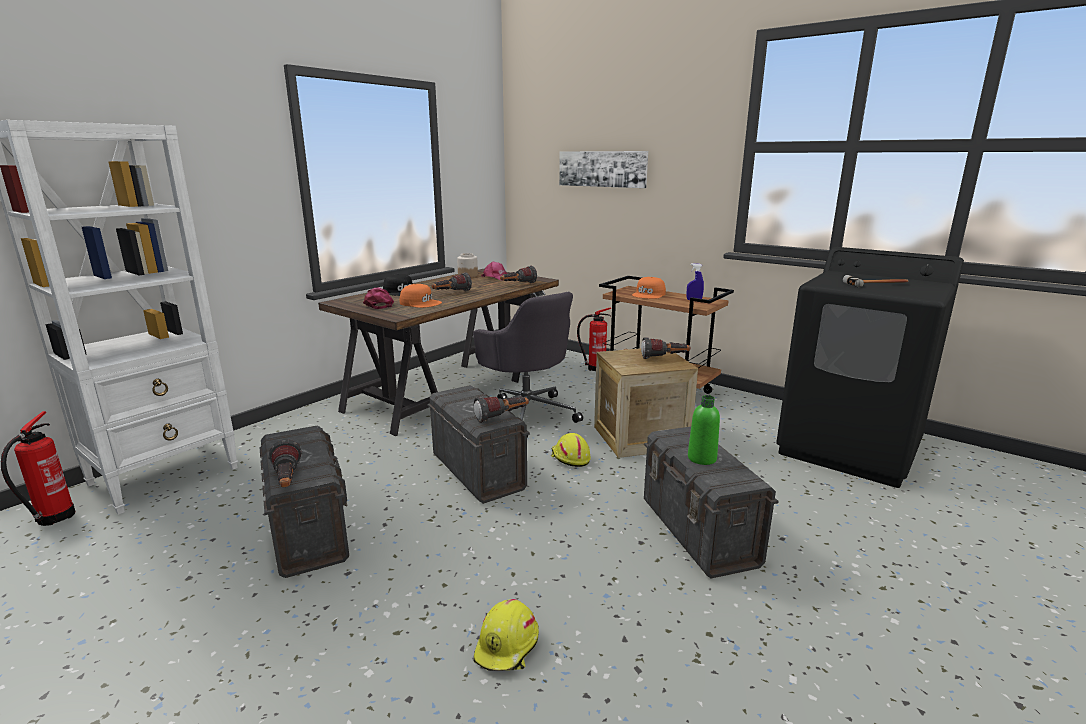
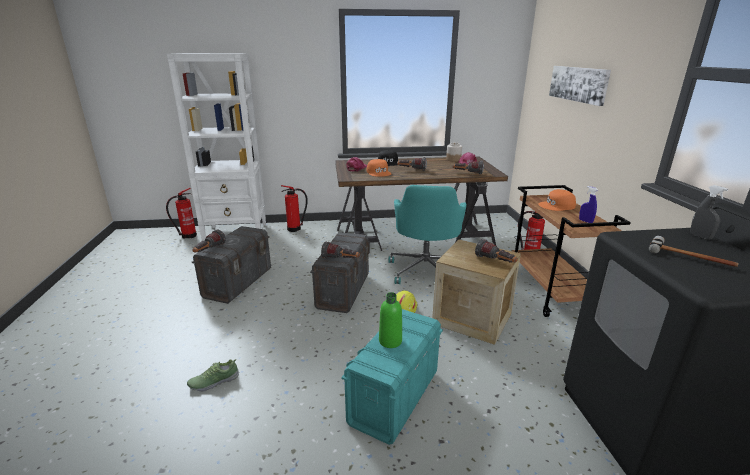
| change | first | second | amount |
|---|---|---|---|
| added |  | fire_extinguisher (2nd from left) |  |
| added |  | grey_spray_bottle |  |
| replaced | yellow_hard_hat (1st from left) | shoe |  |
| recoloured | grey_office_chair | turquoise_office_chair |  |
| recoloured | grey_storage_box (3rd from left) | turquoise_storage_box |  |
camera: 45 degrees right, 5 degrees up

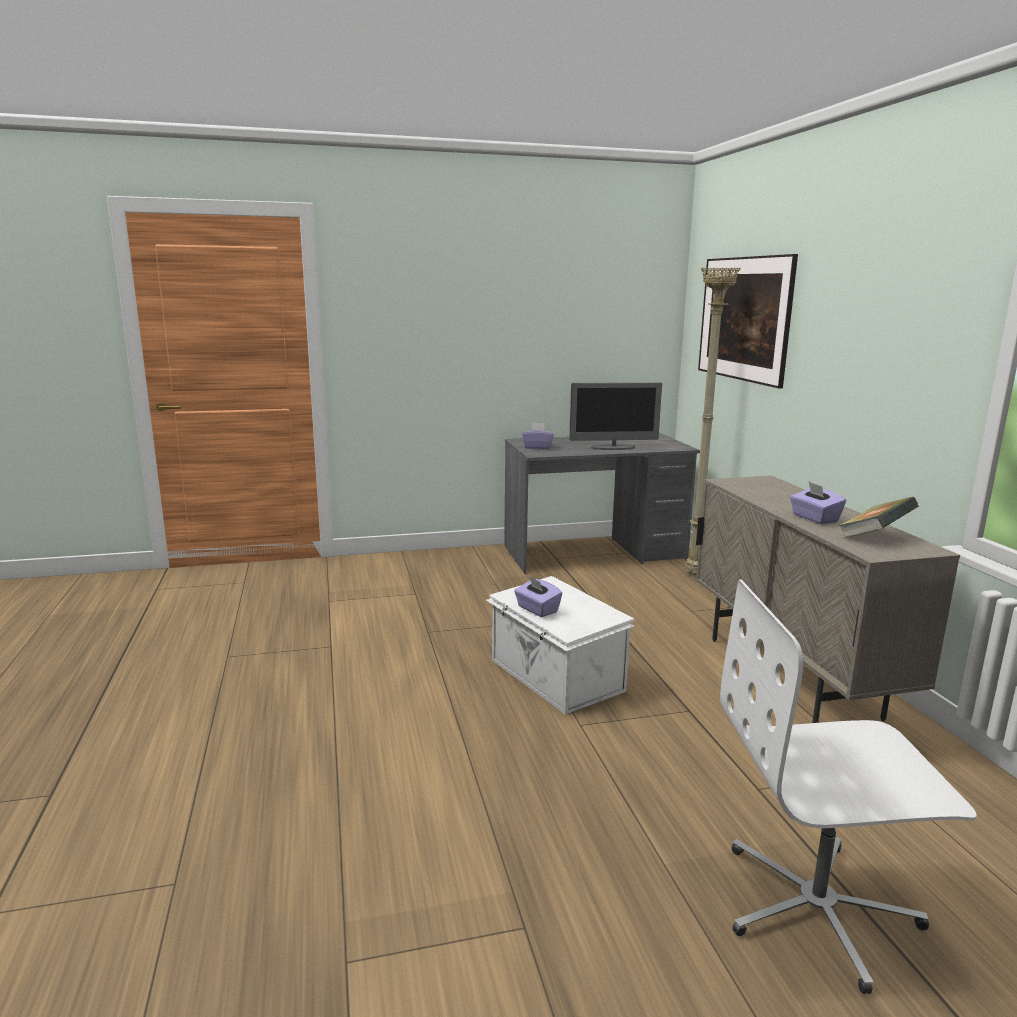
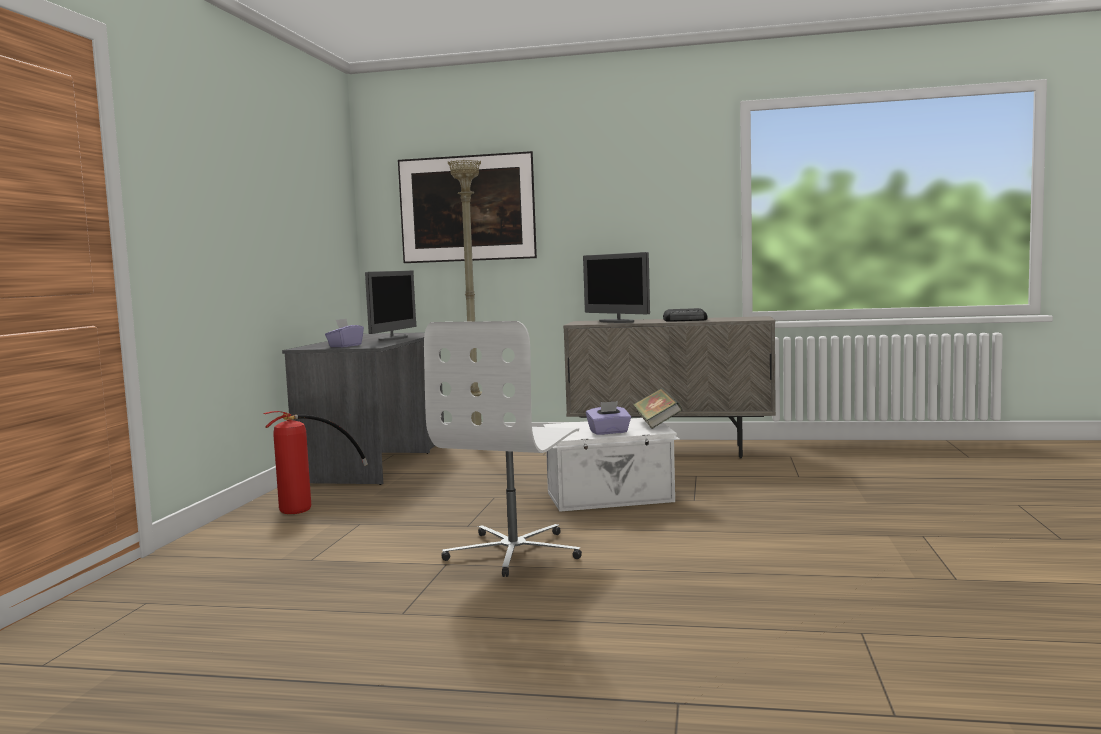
| change | first | second | amount |
|---|---|---|---|
| added |  | fire_extinguisher |  |
| added |  | monitor (2nd from left) |  |
| moved | white_office_chair |  |  |
| moved | book |  |  |
| replaced | purple_tissue_box (3rd from left) | radio |  |
camera: 65 degrees left, 10 degrees down

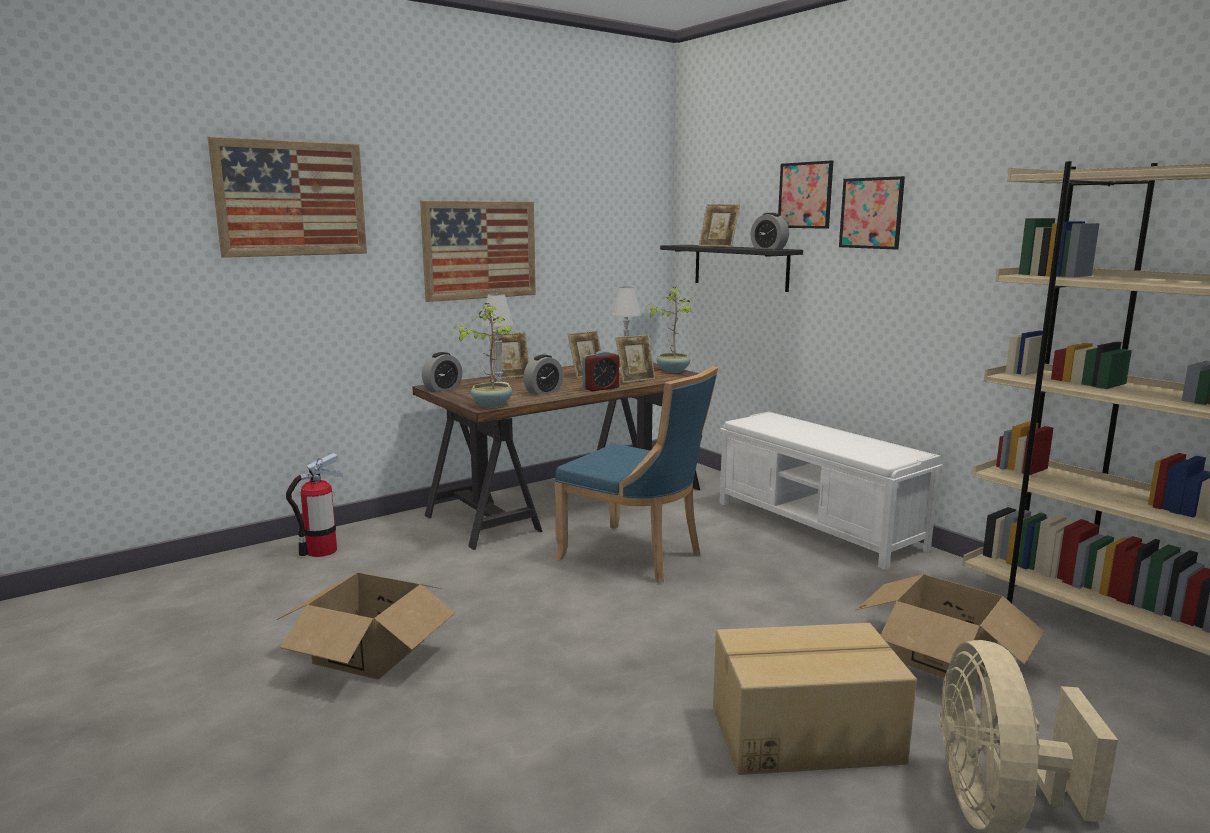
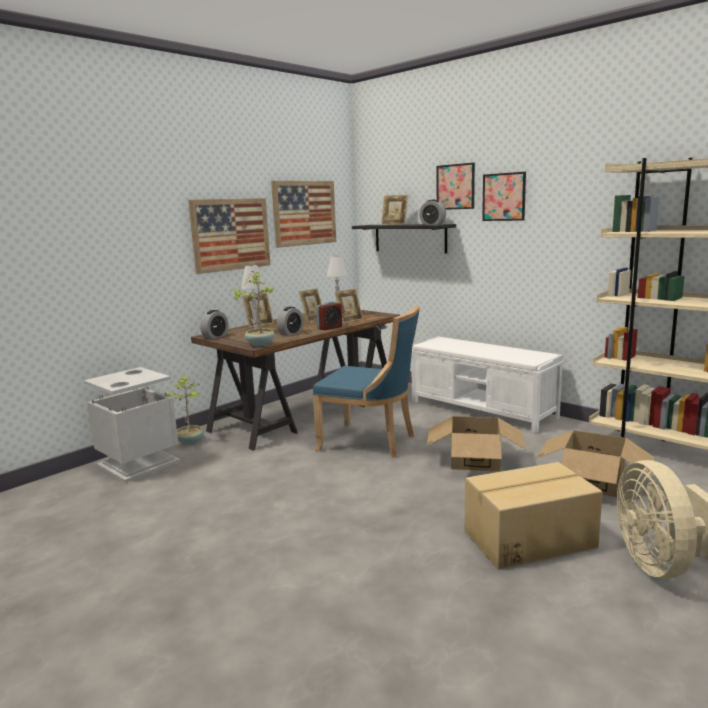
| change | first | second | amount |
|---|---|---|---|
| moved | picture (1st from left in the first image) | picture (2nd from left) |  |
| moved | cardboard_box (1st from left) |  |  |
| moved | potted_plant (2nd from left in the first image) | potted_plant (1st from left) |  |
| replaced | fire_extinguisher | grey_trash_can |  |
camera: 10 degrees left, 0 degrees up

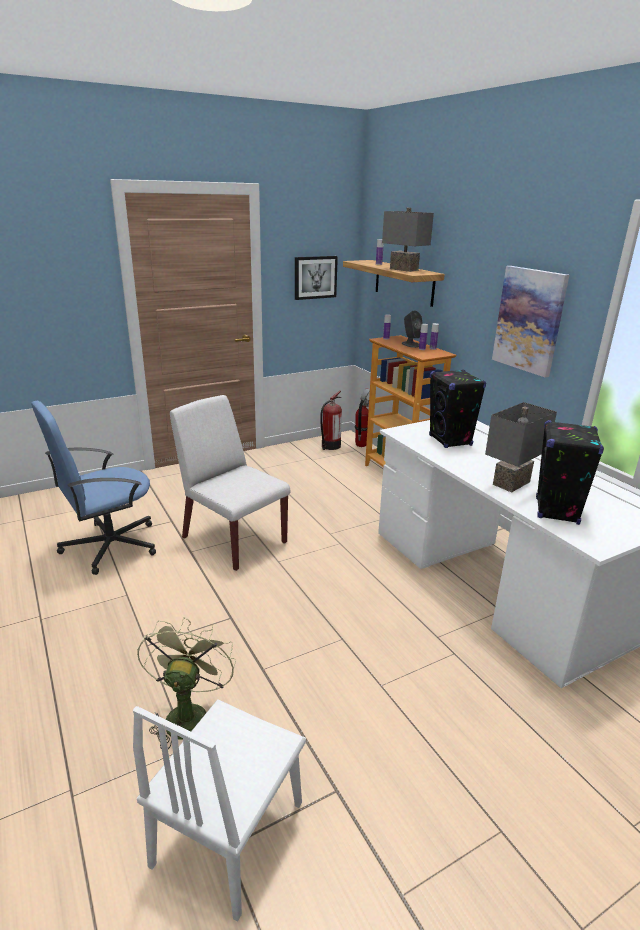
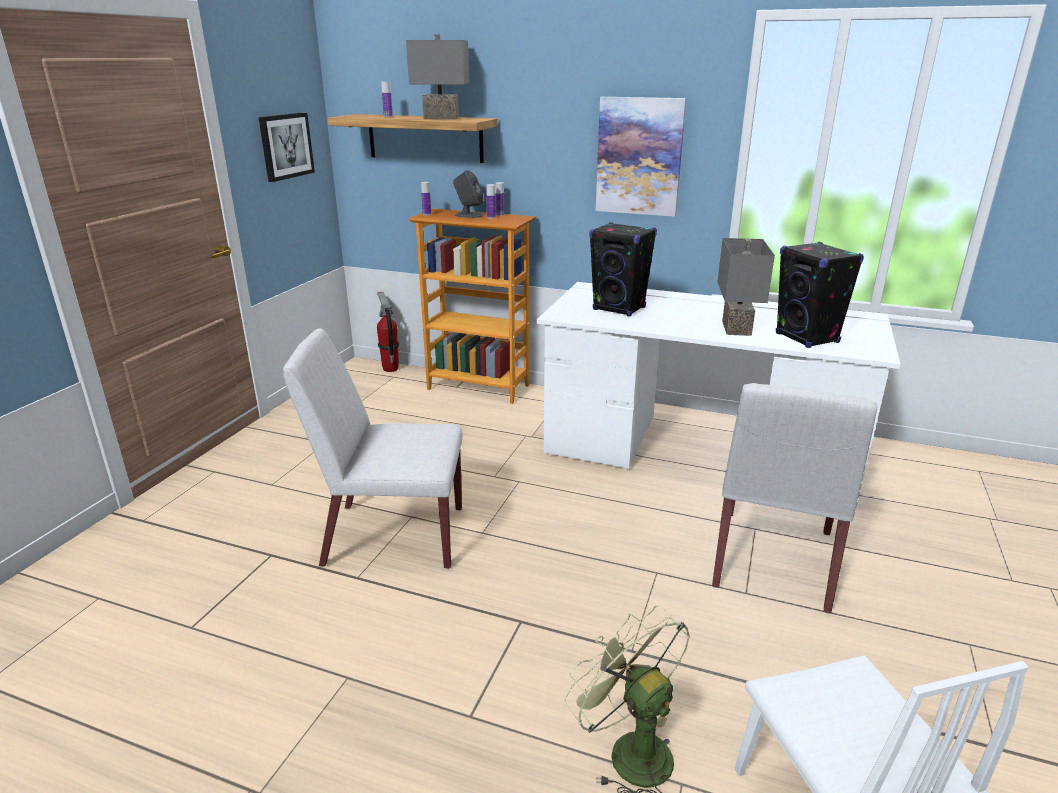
| change | first | second | amount |
|---|---|---|---|
| removed | blue_office_chair |  |  |
| removed | fire_extinguisher (1st from left) |  |  |
| added |  | white_chair (2nd from left) |  |
camera: 40 degrees left, 0 degrees up

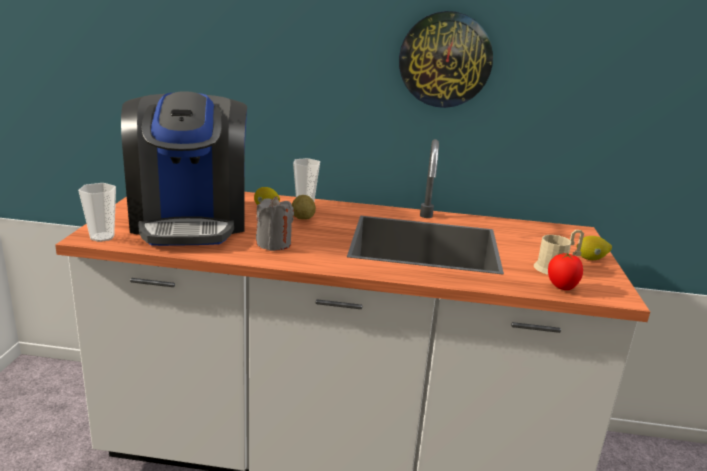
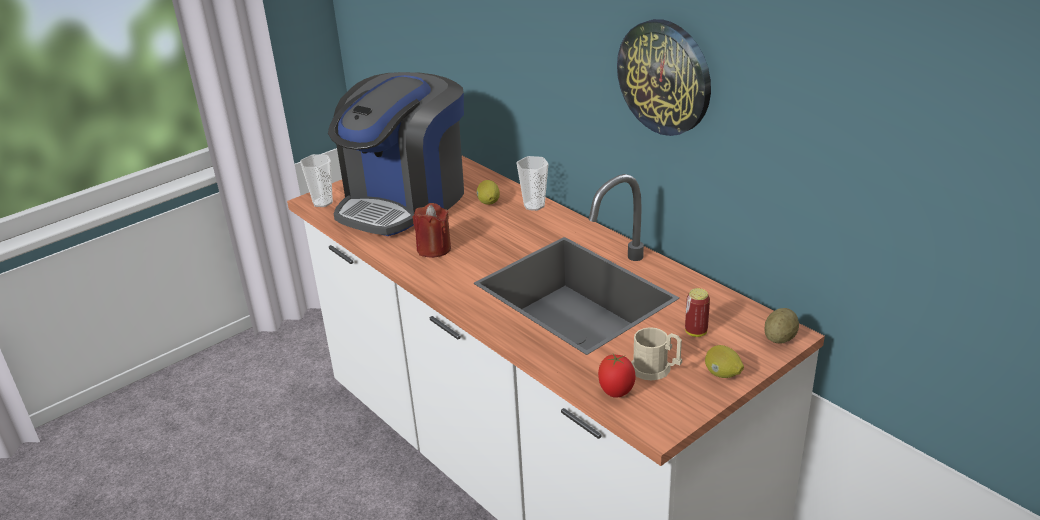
| change | first | second | amount |
|---|---|---|---|
| added |  | can |  |
| moved | potato |  |  |
| recoloured | grey_candle | red_candle |  |
camera: 45 degrees right, 10 degrees up

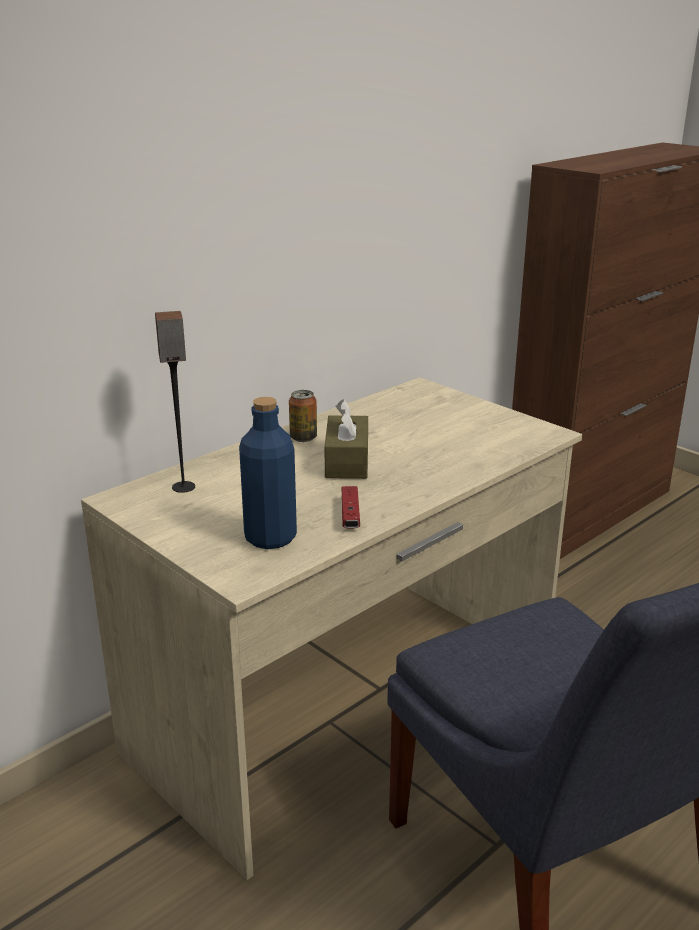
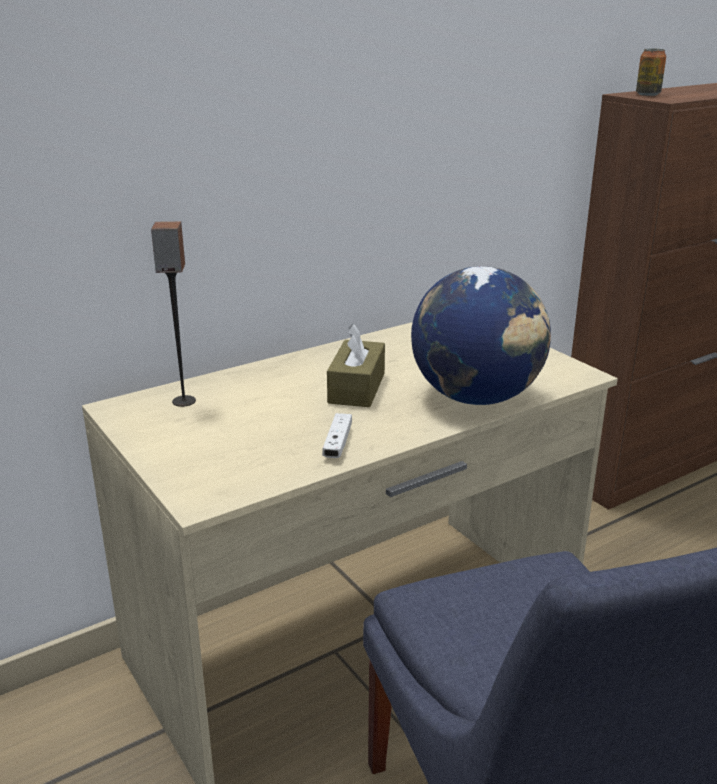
| change | first | second | amount |
|---|---|---|---|
| removed | blue_bottle |  |  |
| added |  | globe |  |
| moved | can |  |  |
| recoloured | red_game_controller | white_game_controller |  |
camera: 10 degrees right, 0 degrees up

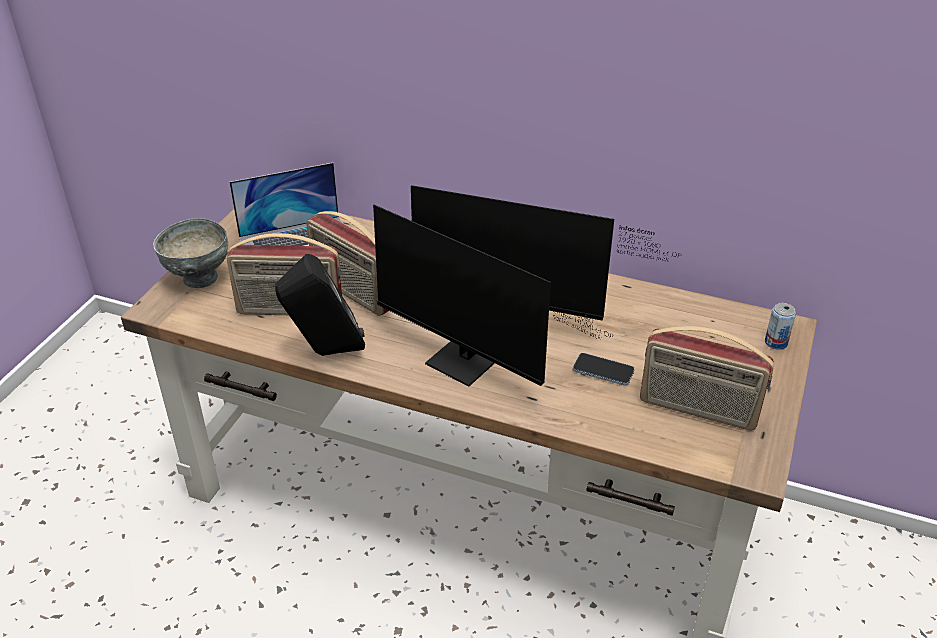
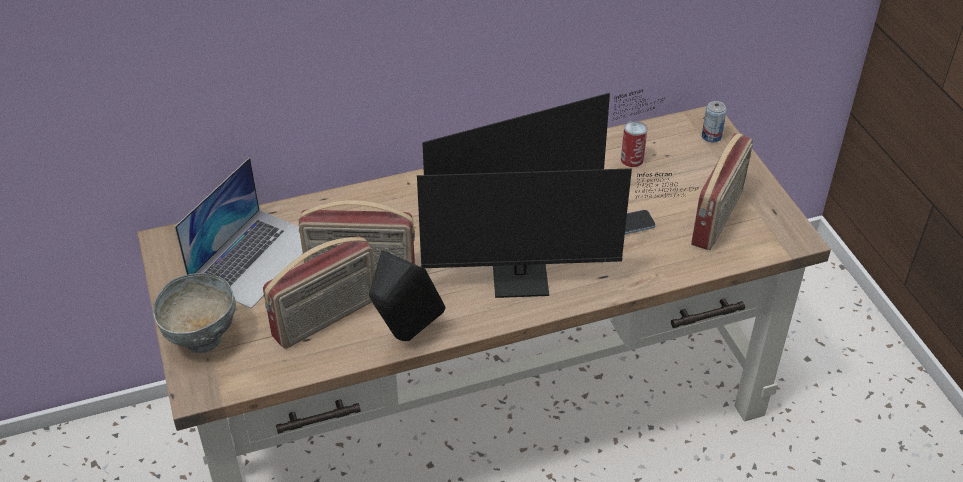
| change | first | second | amount |
|---|---|---|---|
| added |  | can (1st from left) |  |
| turned | radio (3rd from left) |  | 45 degrees counterclockwise |
camera: 40 degrees left, 5 degrees up

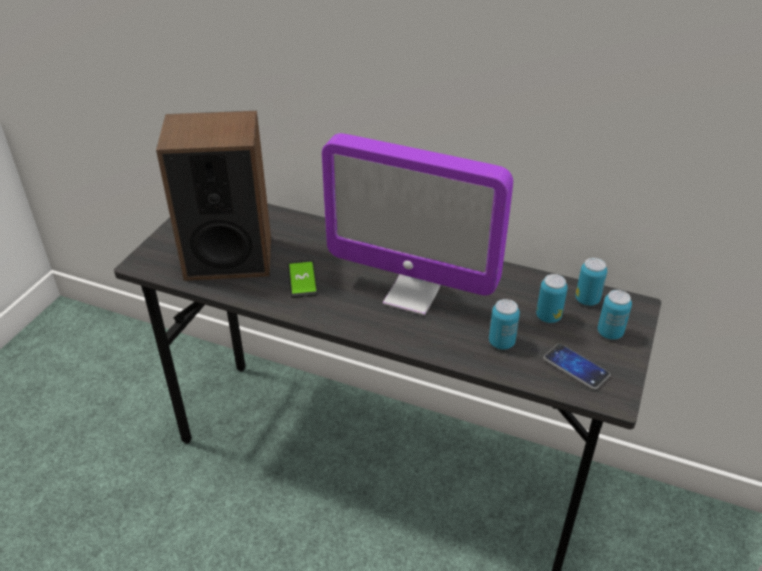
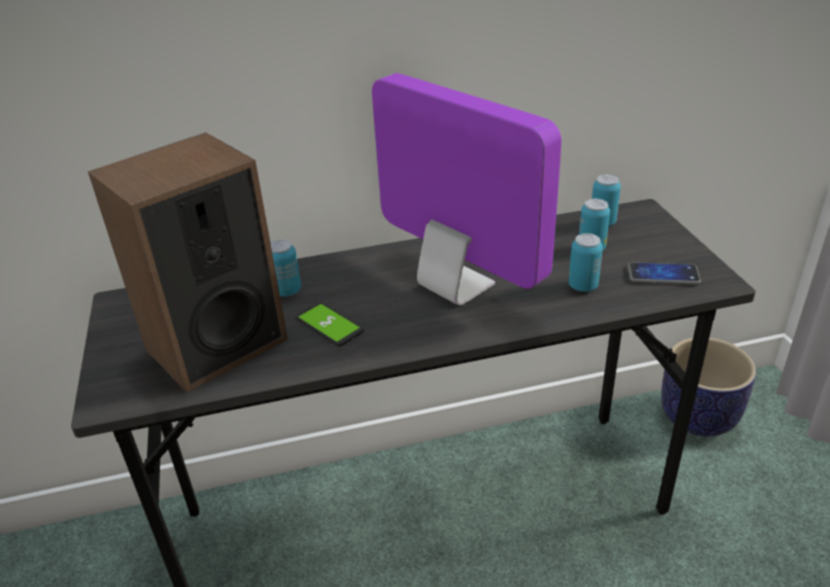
| change | first | second | amount |
|---|---|---|---|
| added |  | planter |  |
| moved | can (4th from left in the first image) | can (1st from left) |  |
| turned | monitor |  | 120 degrees counterclockwise |
camera: 35 degrees left, 5 degrees down

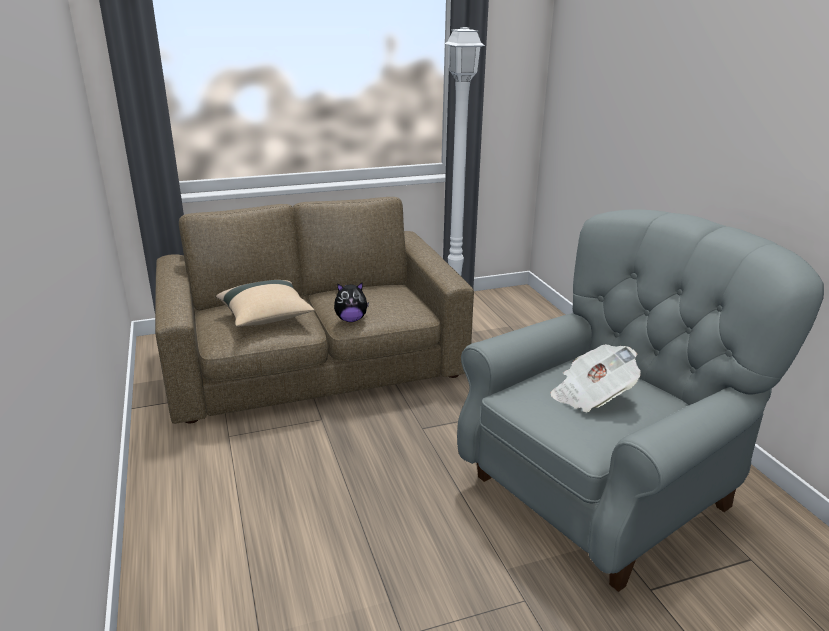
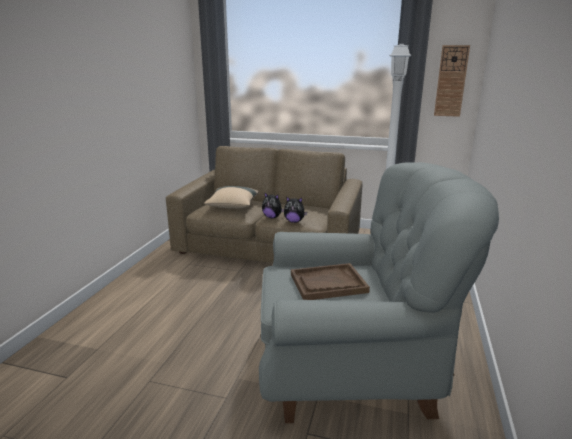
| change | first | second | amount |
|---|---|---|---|
| added |  | plush_toy (2nd from left) |  |
| added |  | wall_clock |  |
| replaced | newspaper | brown_tray |  |
camera: 35 degrees right, 5 degrees down

